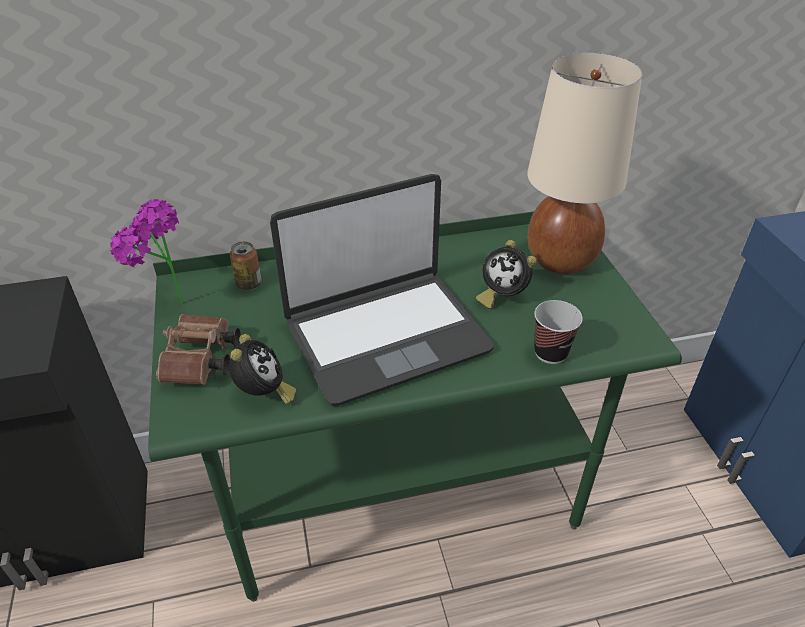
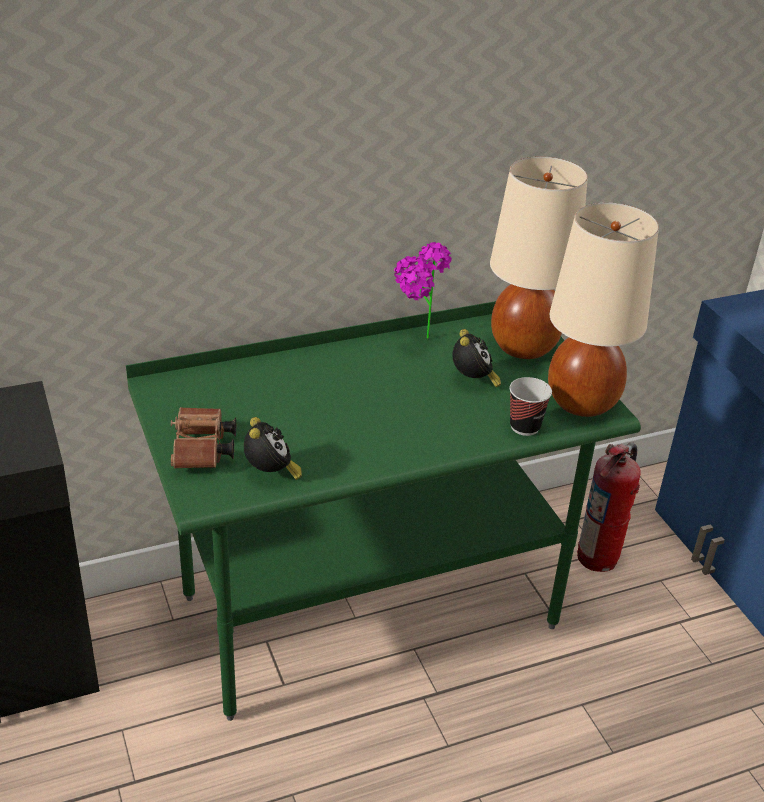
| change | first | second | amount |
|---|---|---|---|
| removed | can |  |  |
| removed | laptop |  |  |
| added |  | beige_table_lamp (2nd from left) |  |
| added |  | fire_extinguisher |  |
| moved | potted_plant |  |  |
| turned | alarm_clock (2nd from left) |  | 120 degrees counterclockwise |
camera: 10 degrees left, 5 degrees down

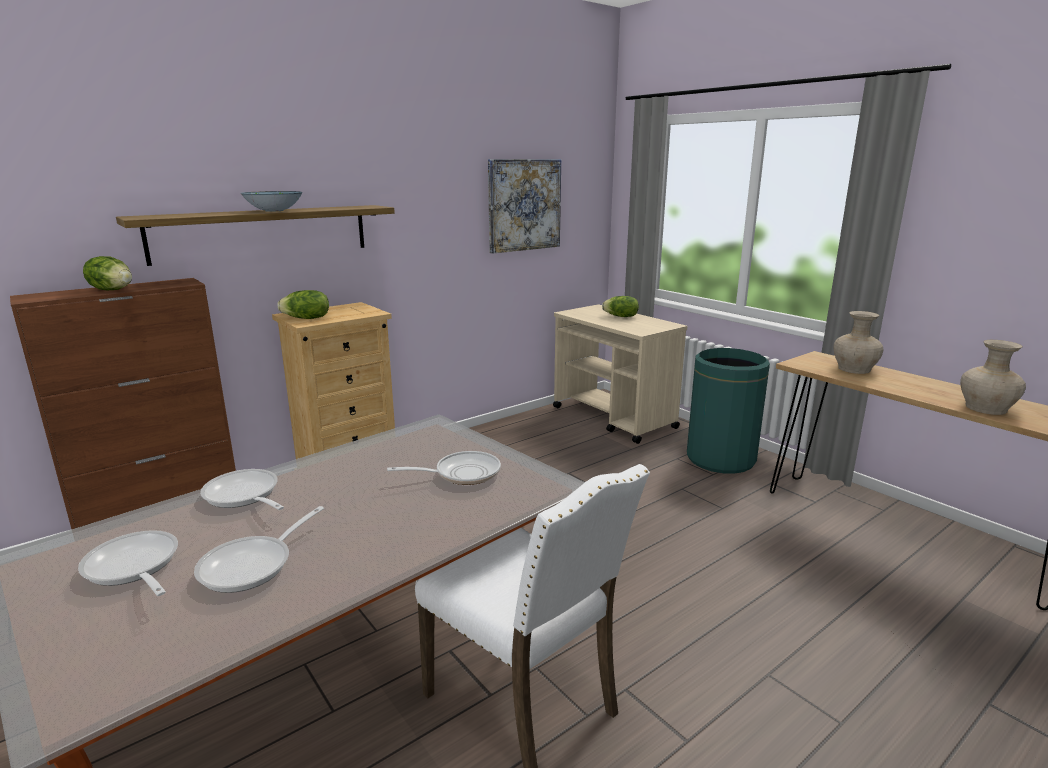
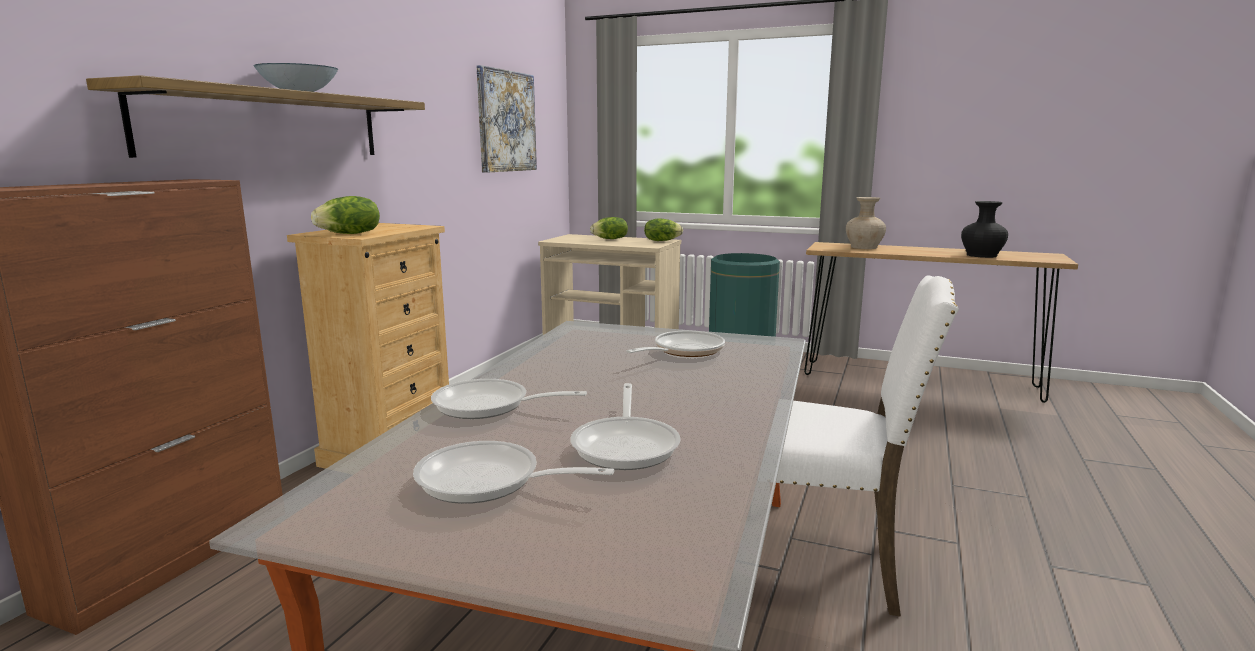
| change | first | second | amount |
|---|---|---|---|
| moved | lettuce (1st from left in the first image) | lettuce (3rd from left) |  |
| recoloured | beige_vase (2nd from left) | black_vase |  |
camera: 30 degrees left, 5 degrees down

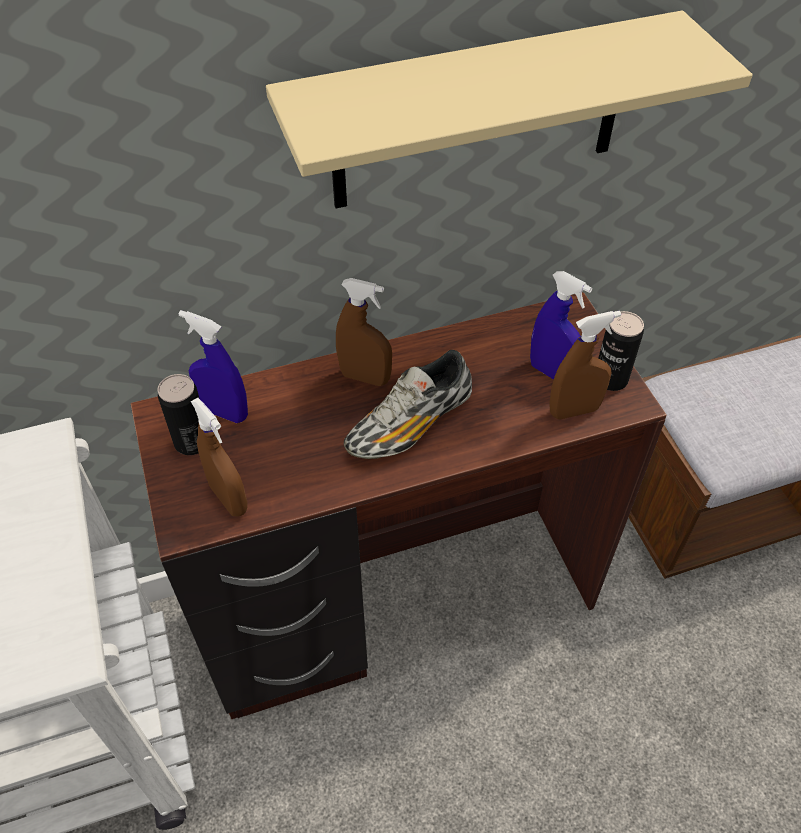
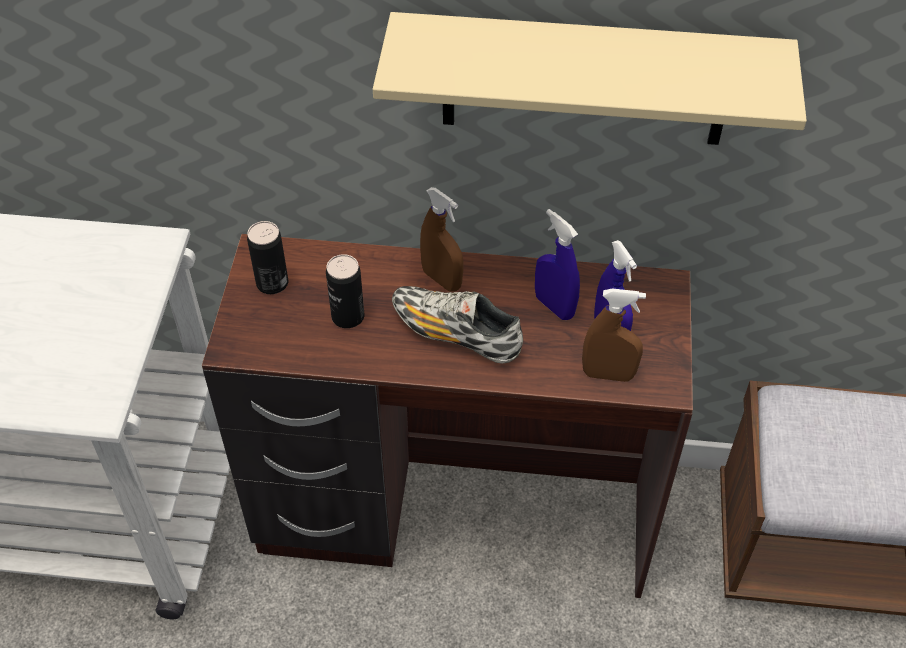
| change | first | second | amount |
|---|---|---|---|
| removed | brown_spray_bottle (1st from left) |  |  |
| moved | blue_spray_bottle (1st from left) |  |  |
| moved | can (2nd from left) |  |  |
| turned | shoe |  | 45 degrees clockwise |
camera: 25 degrees right, 0 degrees up

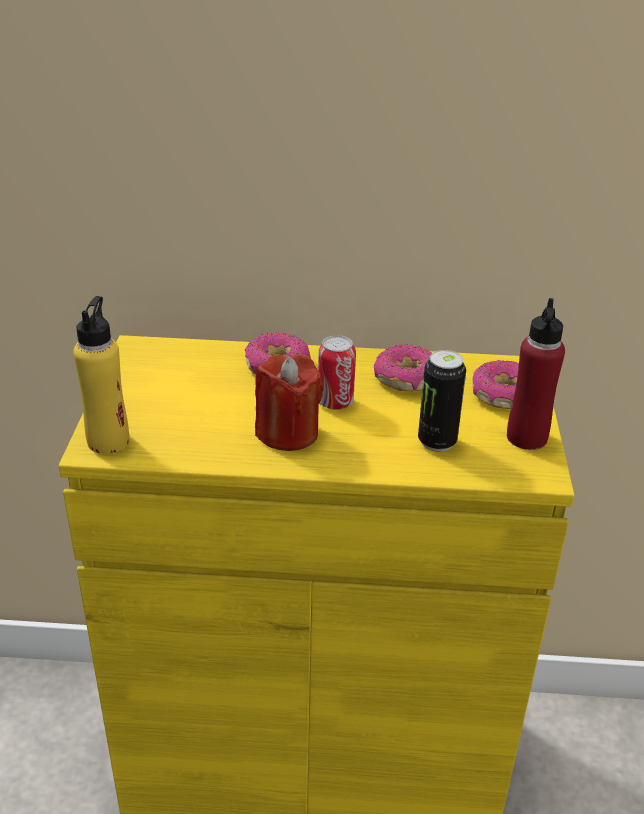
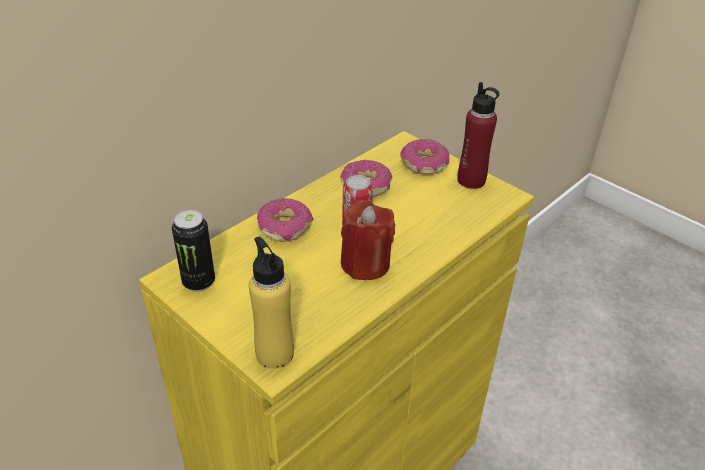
| change | first | second | amount |
|---|---|---|---|
| moved | can (2nd from left in the first image) | can (1st from left) |  |
camera: 50 degrees left, 5 degrees up

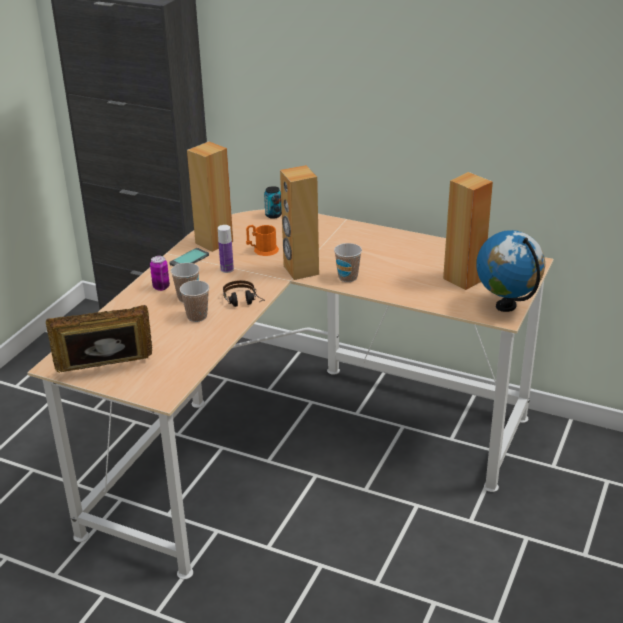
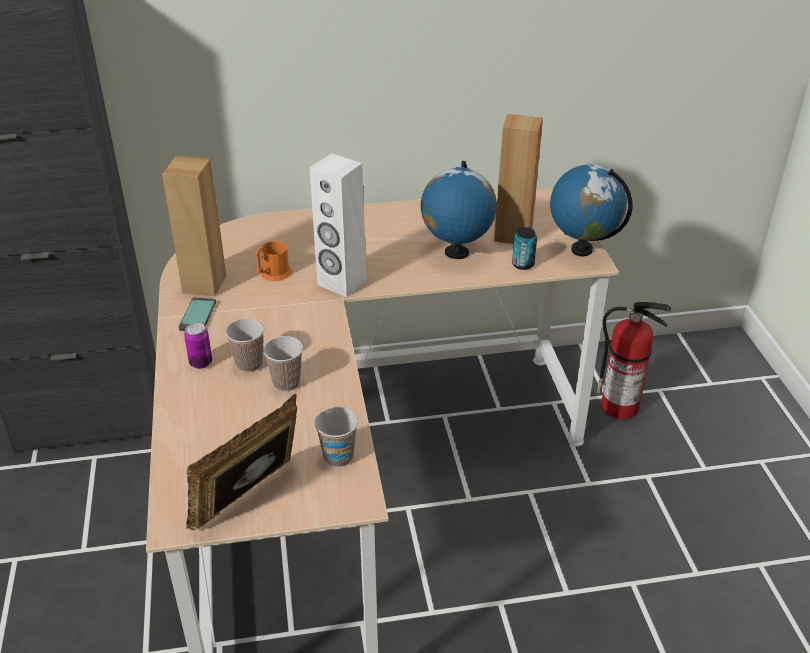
| change | first | second | amount |
|---|---|---|---|
| removed | bottle |  |  |
| removed | headphones |  |  |
| added |  | globe (1st from left) |  |
| added |  | fire_extinguisher |  |
| moved | can (2nd from left) |  |  |
| moved | cup (3rd from left) |  |  |
| recoloured | brown_speaker (2nd from left) | white_speaker |  |
camera: 35 degrees left, 5 degrees up

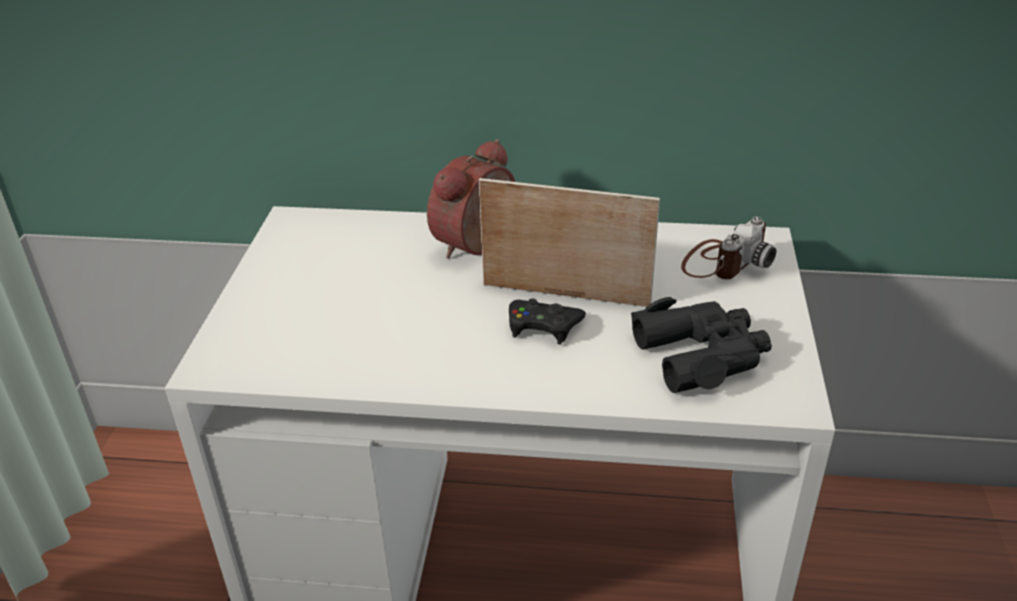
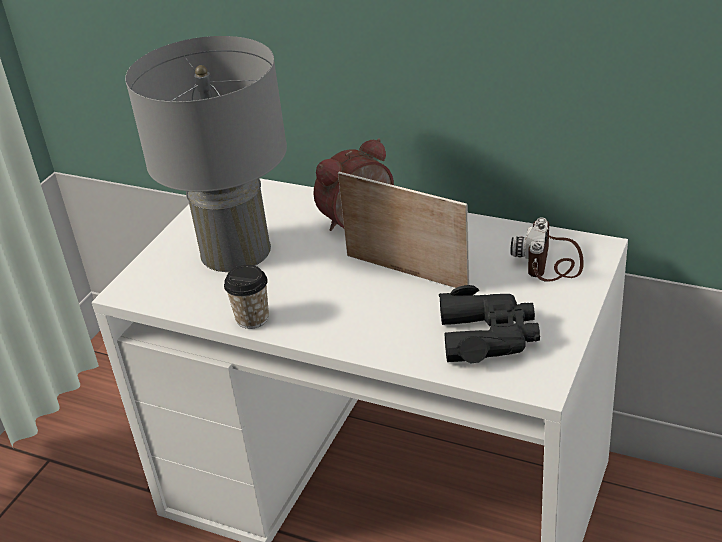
| change | first | second | amount |
|---|---|---|---|
| removed | black_game_controller |  |  |
| added |  | grey_table_lamp |  |
| added |  | cup |  |
| turned | photo_camera |  | 135 degrees clockwise |
camera: 20 degrees right, 0 degrees up

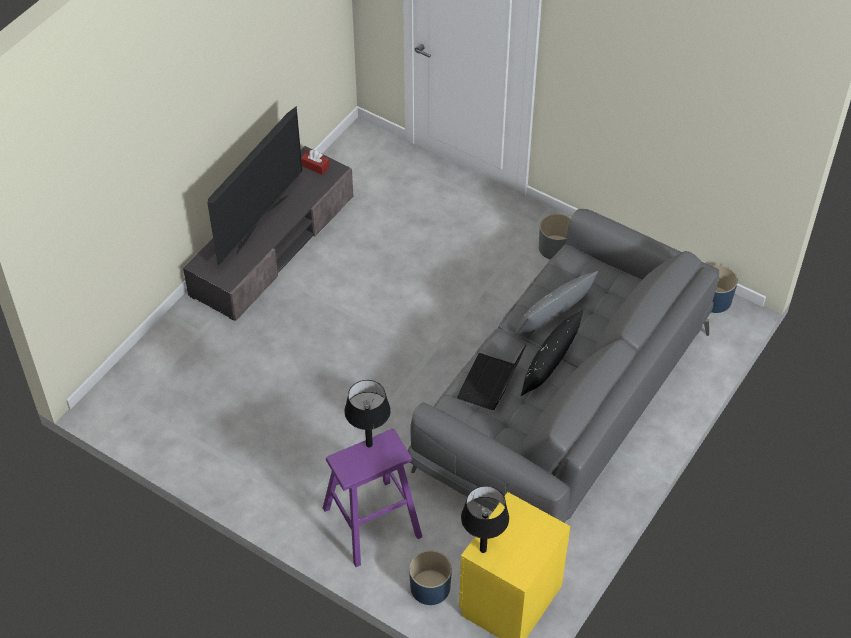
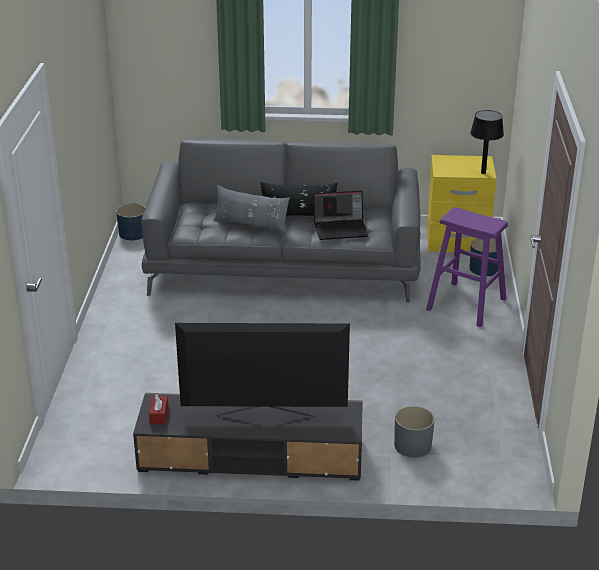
| change | first | second | amount |
|---|---|---|---|
| removed | black_table_lamp (1st from left) |  |  |
| moved | grey_planter |  |  |
camera: 120 degrees left, 20 degrees down

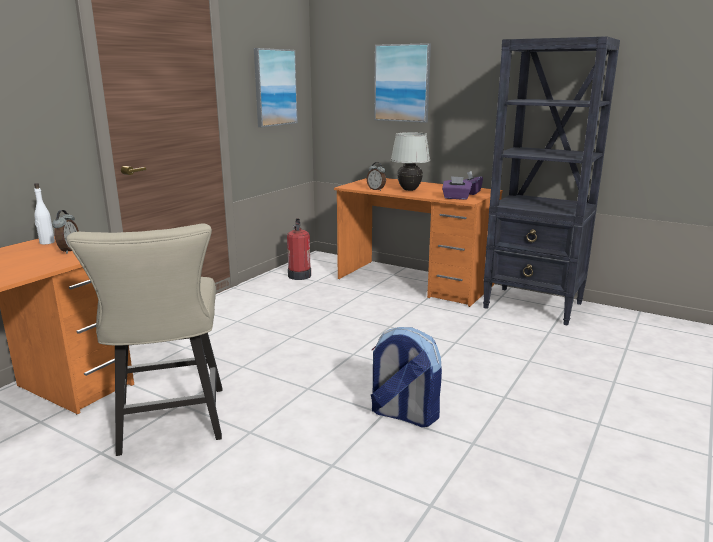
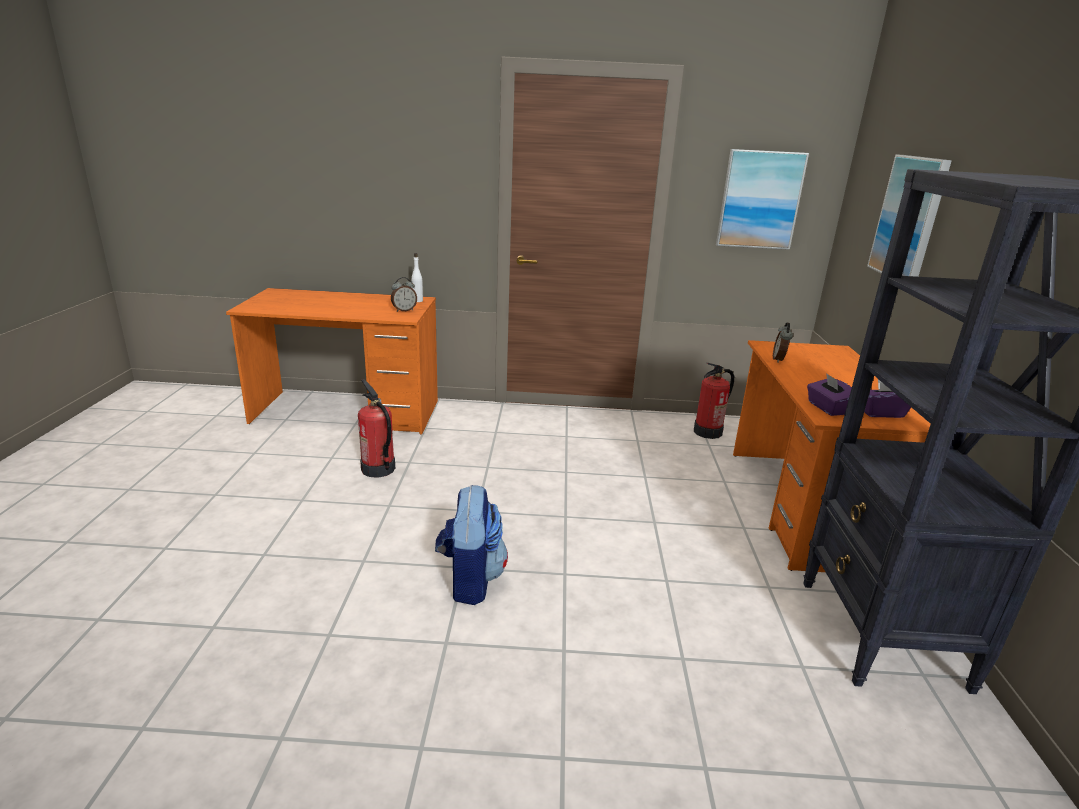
| change | first | second | amount |
|---|---|---|---|
| removed | white_table_lamp |  |  |
| replaced | beige_chair | fire_extinguisher (1st from left) |  |
camera: 60 degrees right, 5 degrees up

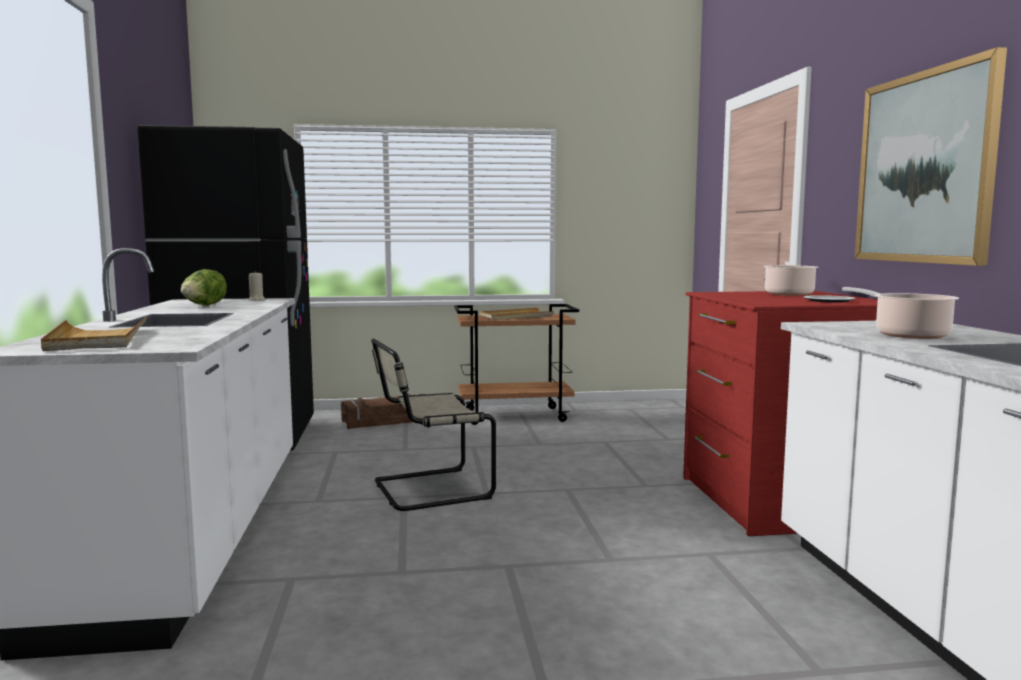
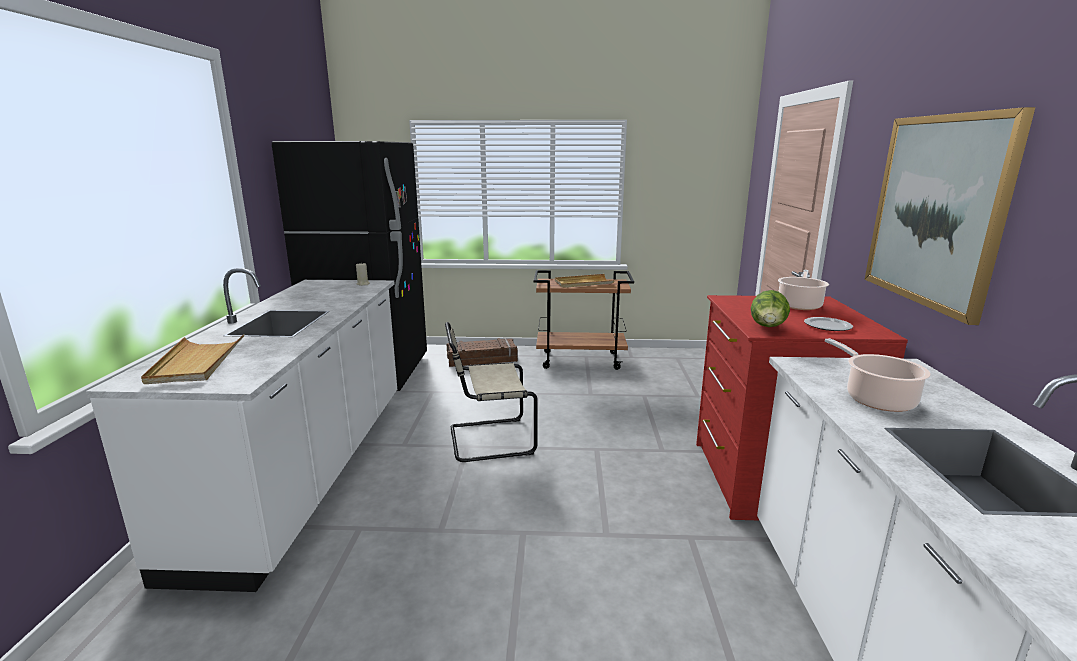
| change | first | second | amount |
|---|---|---|---|
| moved | lettuce |  |  |
camera: 10 degrees right, 10 degrees up

